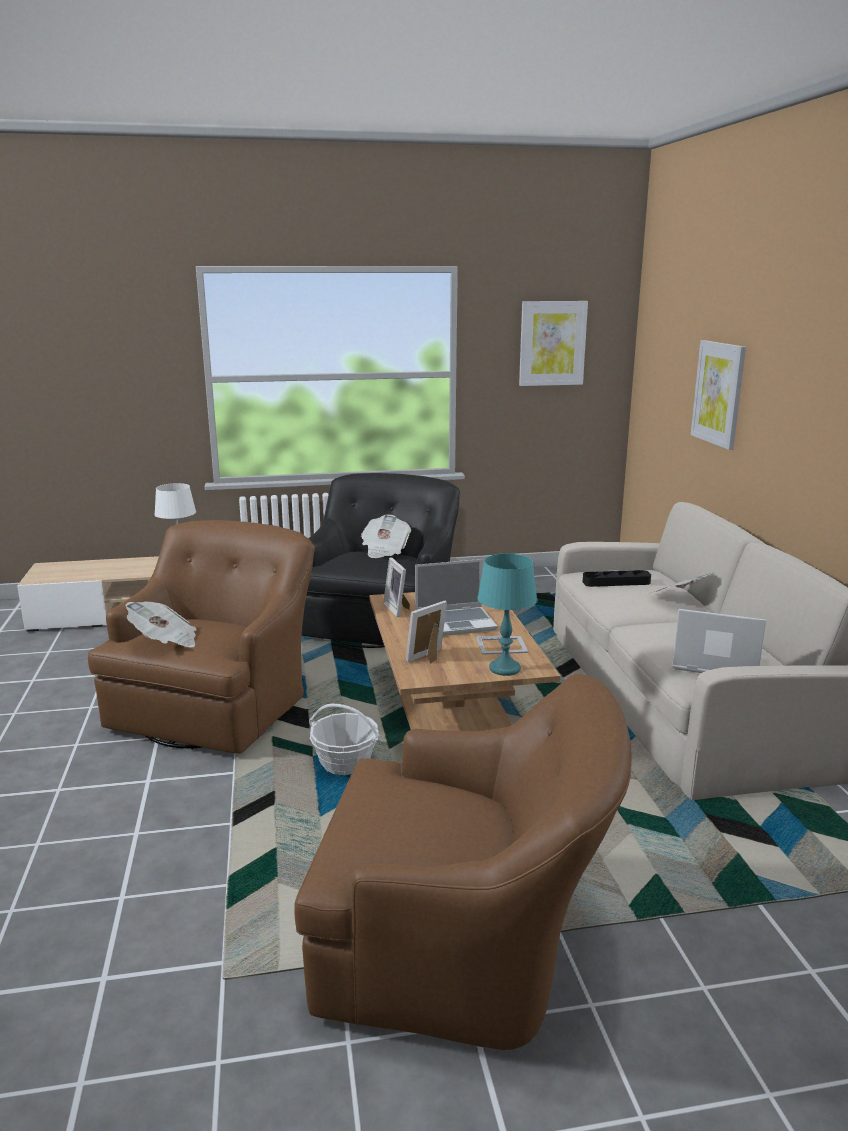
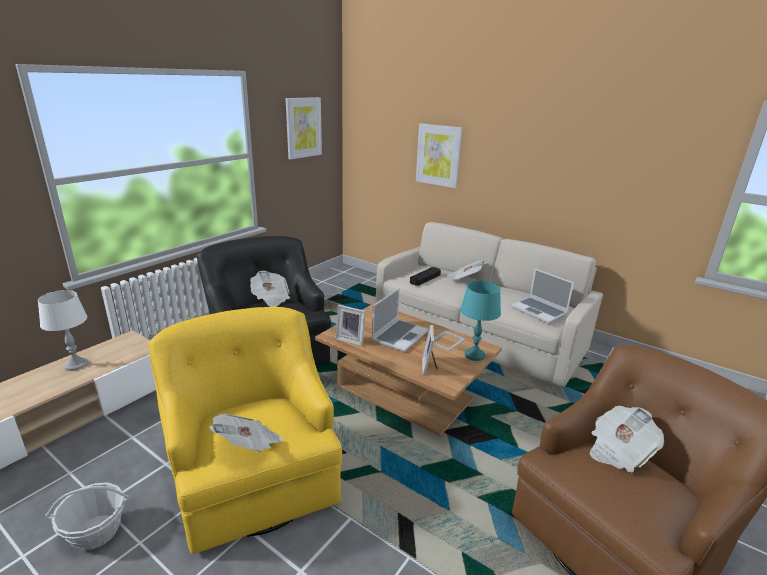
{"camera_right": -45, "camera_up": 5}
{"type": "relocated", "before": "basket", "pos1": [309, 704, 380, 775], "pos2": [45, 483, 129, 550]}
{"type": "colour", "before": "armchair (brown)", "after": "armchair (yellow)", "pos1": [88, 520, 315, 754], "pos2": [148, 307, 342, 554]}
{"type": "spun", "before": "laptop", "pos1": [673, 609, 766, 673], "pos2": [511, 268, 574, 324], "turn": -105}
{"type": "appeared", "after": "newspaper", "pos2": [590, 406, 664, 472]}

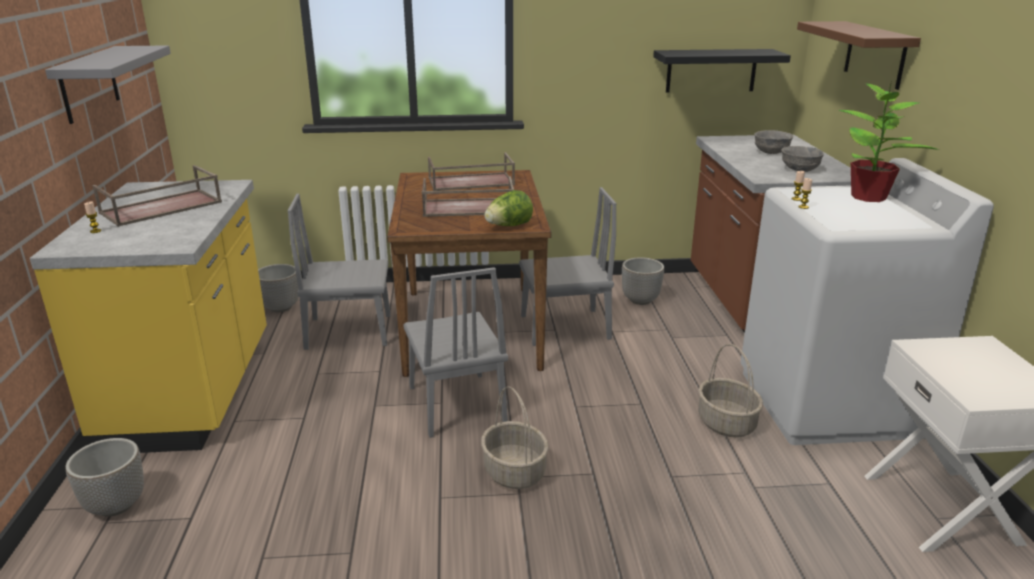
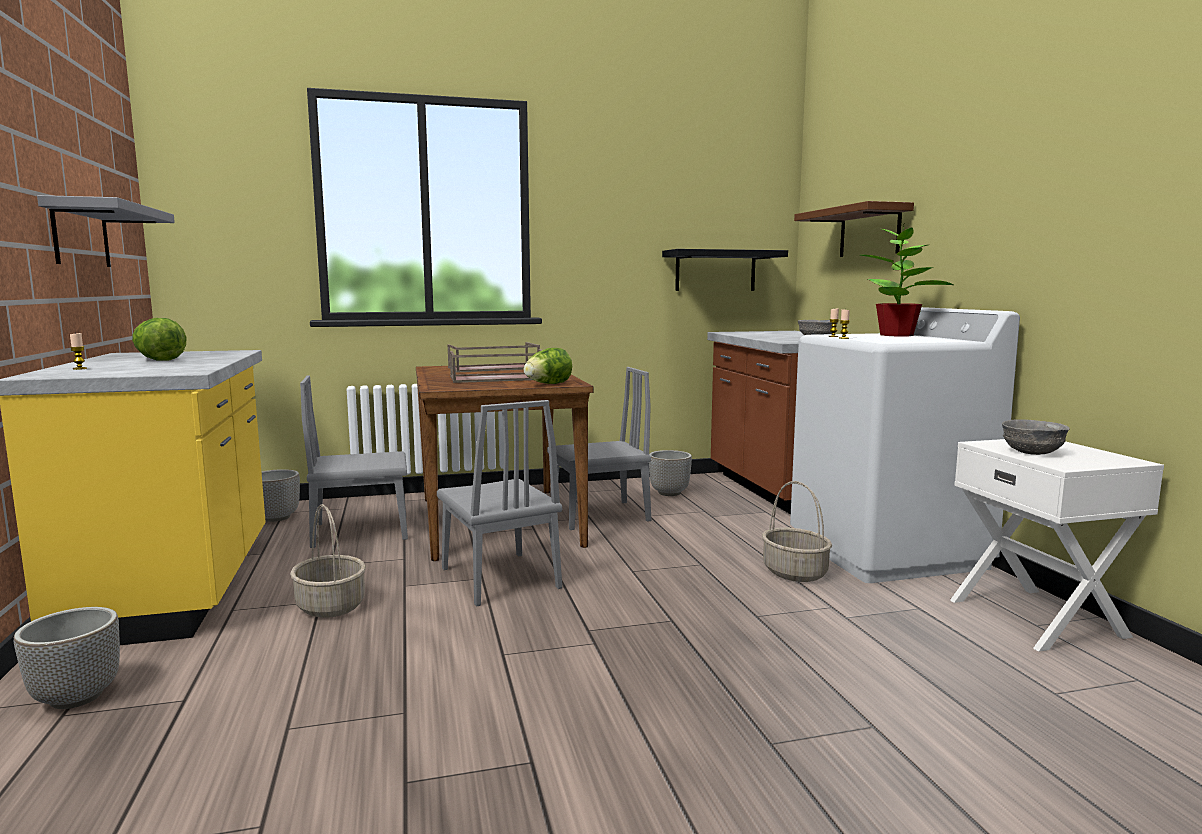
{"camera_right": -10, "camera_up": -15}
{"type": "exchanged", "before": "tray (brown)", "after": "lettuce", "pos1": [92, 165, 222, 227], "pos2": [132, 318, 186, 361]}
{"type": "relocated", "before": "basket", "pos1": [481, 387, 549, 489], "pos2": [290, 504, 366, 618]}
{"type": "relocated", "before": "bowl (grey)", "pos1": [754, 130, 794, 154], "pos2": [1002, 419, 1070, 455]}

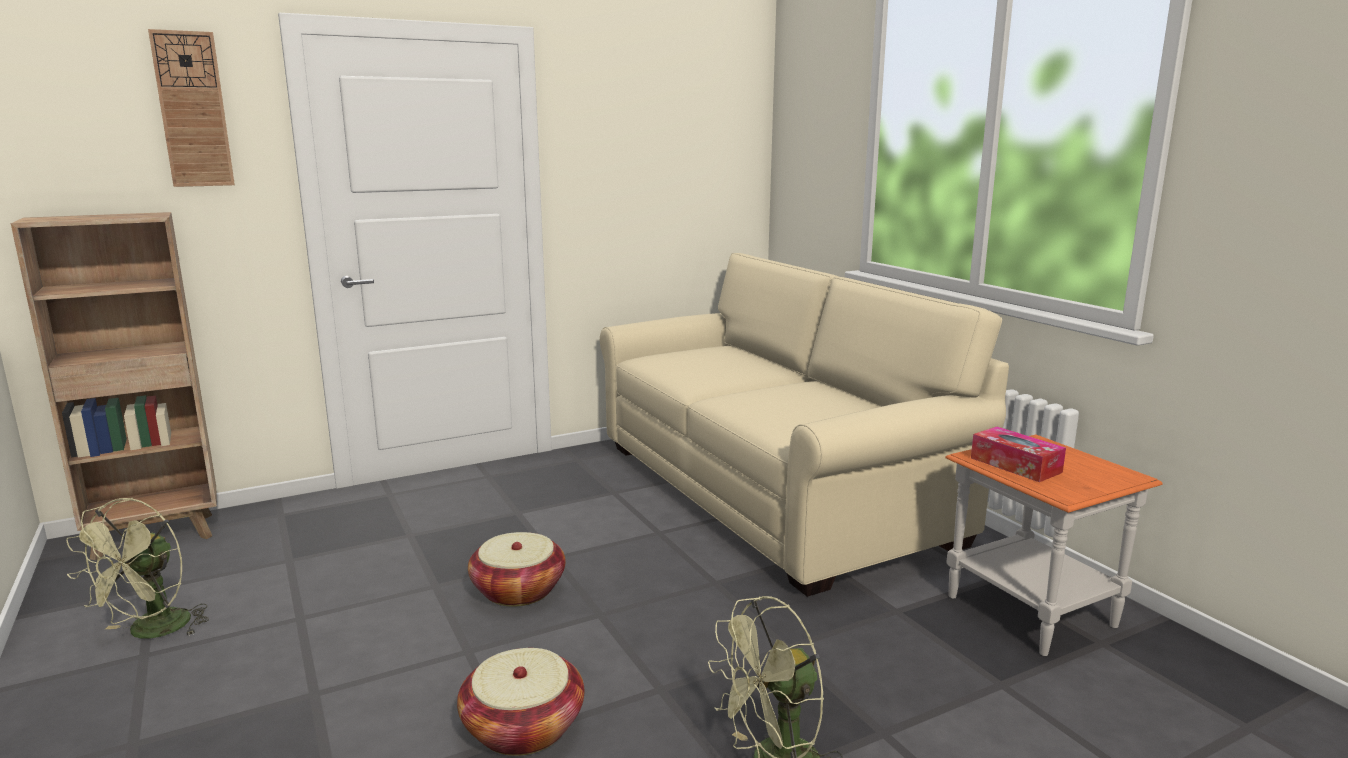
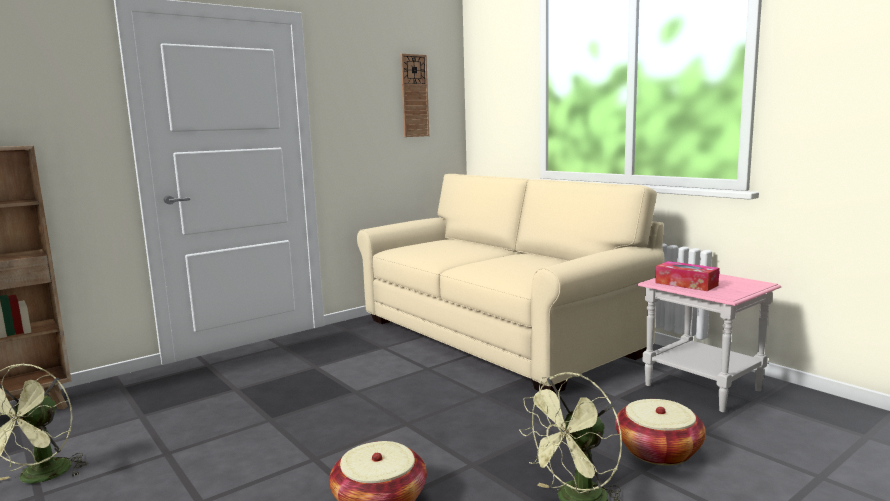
{"camera_right": -10, "camera_up": -5}
{"type": "relocated", "before": "wall clock", "pos1": [148, 29, 235, 187], "pos2": [401, 54, 429, 137]}
{"type": "relocated", "before": "basket", "pos1": [468, 532, 566, 607], "pos2": [615, 399, 706, 466]}
{"type": "colour", "before": "side table (orange)", "after": "side table (pink)", "pos1": [945, 434, 1163, 656], "pos2": [637, 274, 781, 412]}

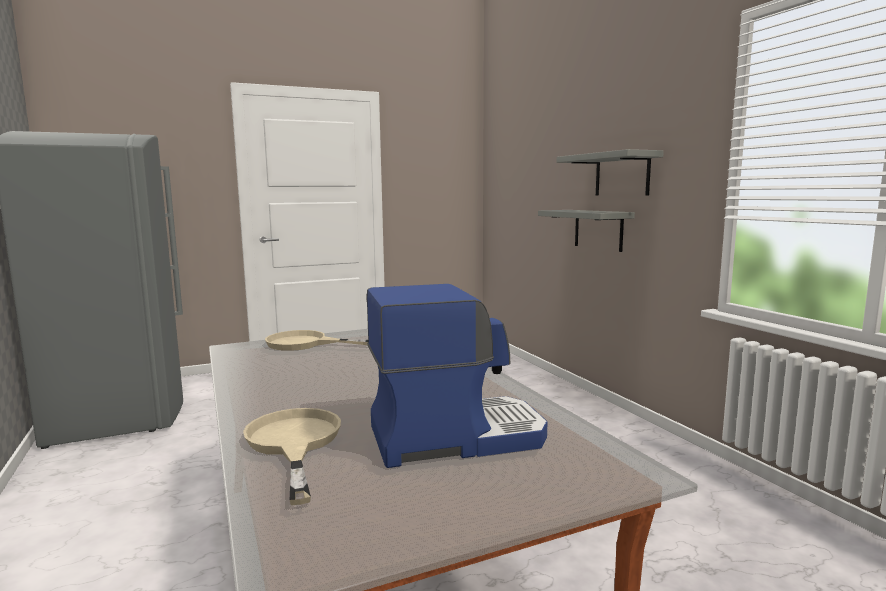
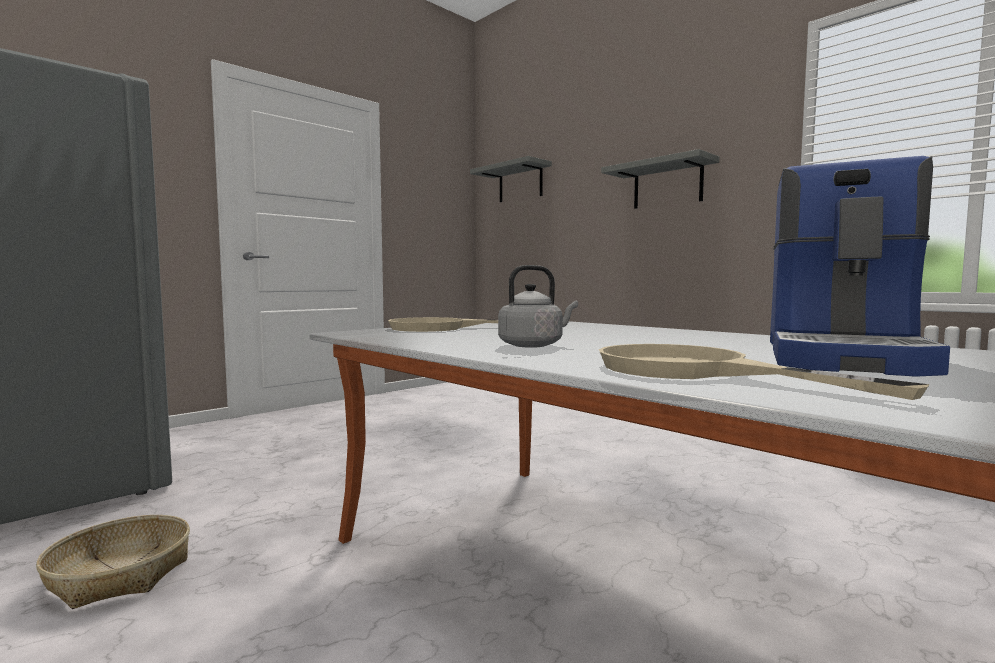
{"camera_right": -20, "camera_up": -5}
{"type": "appeared", "after": "basket", "pos2": [36, 515, 190, 609]}
{"type": "relocated", "before": "shelf (grey)", "pos1": [538, 210, 635, 252], "pos2": [470, 156, 552, 202]}
{"type": "appeared", "after": "kettle (grey)", "pos2": [498, 265, 578, 348]}
{"type": "spun", "before": "coffee machine", "pos1": [367, 284, 547, 468], "pos2": [770, 156, 950, 377], "turn": 150}

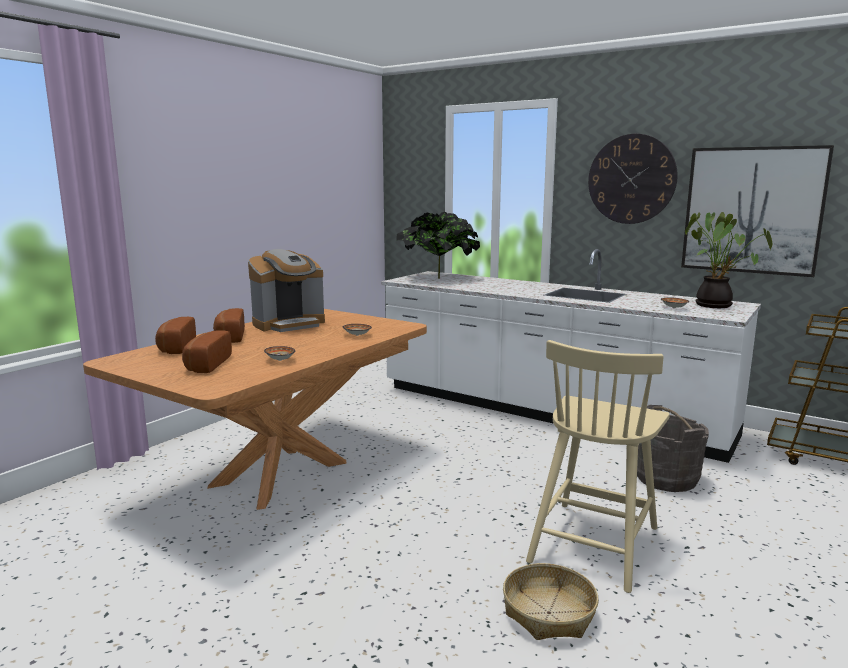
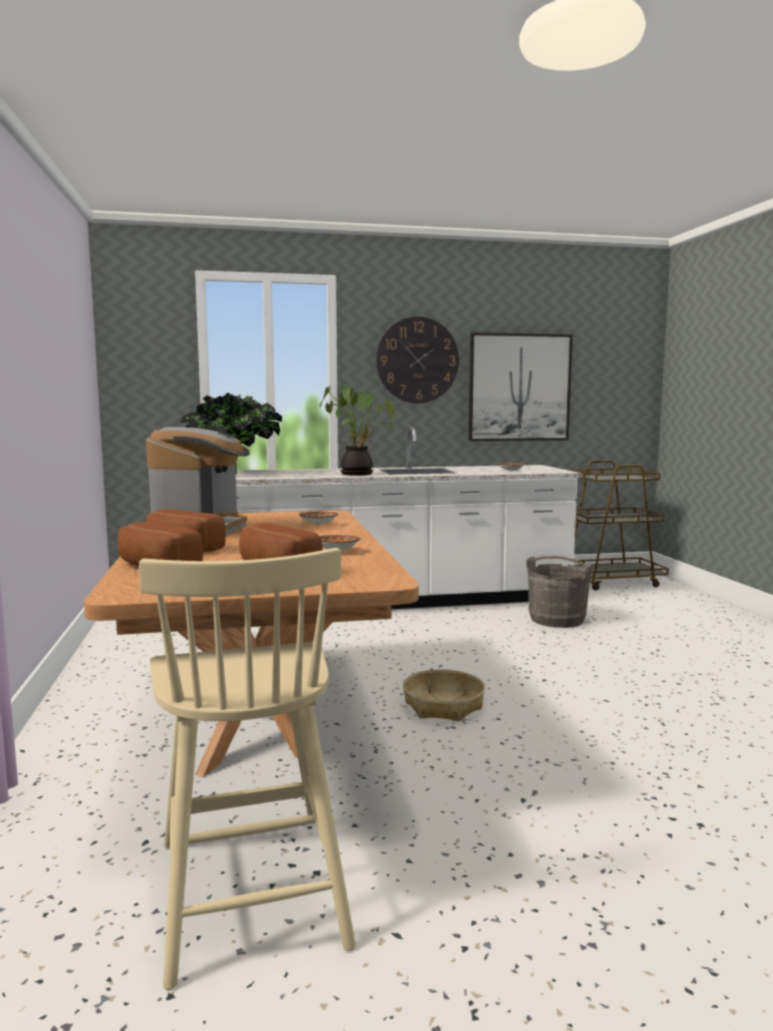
{"camera_right": -45, "camera_up": -5}
{"type": "relocated", "before": "chair (beige)", "pos1": [526, 340, 670, 593], "pos2": [139, 548, 356, 990]}
{"type": "relocated", "before": "potted plant", "pos1": [685, 212, 772, 308], "pos2": [320, 384, 395, 476]}
{"type": "relocated", "before": "basket", "pos1": [503, 563, 599, 640], "pos2": [403, 669, 485, 722]}

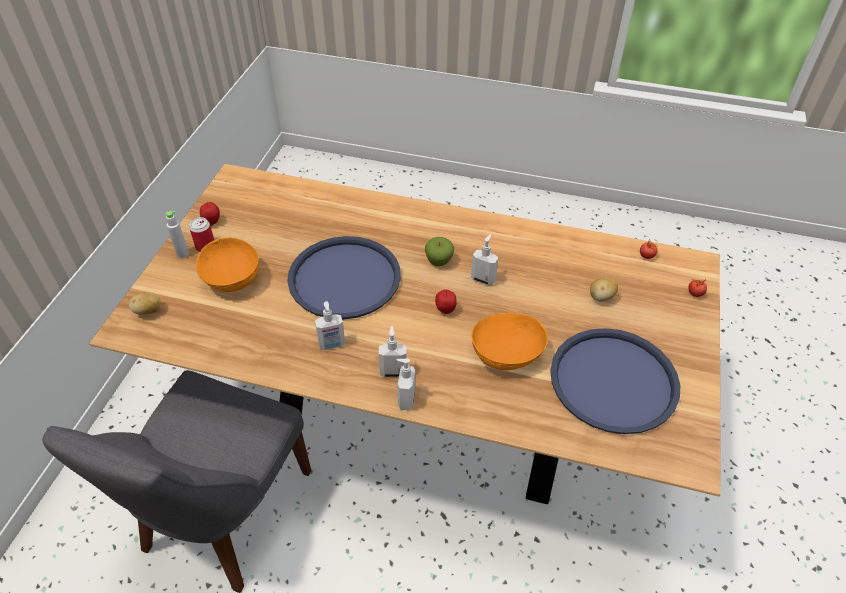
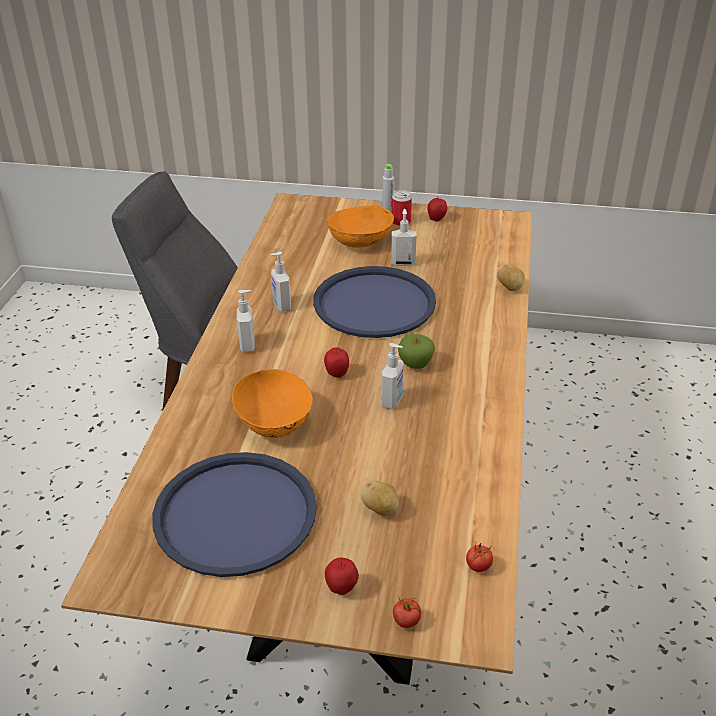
{"camera_right": 85, "camera_up": -10}
{"type": "appeared", "after": "apple", "pos2": [325, 558, 359, 595]}
{"type": "relocated", "before": "soap dispenser", "pos1": [396, 359, 415, 411], "pos2": [391, 209, 416, 266]}
{"type": "relocated", "before": "potato", "pos1": [129, 292, 161, 315], "pos2": [498, 264, 525, 291]}

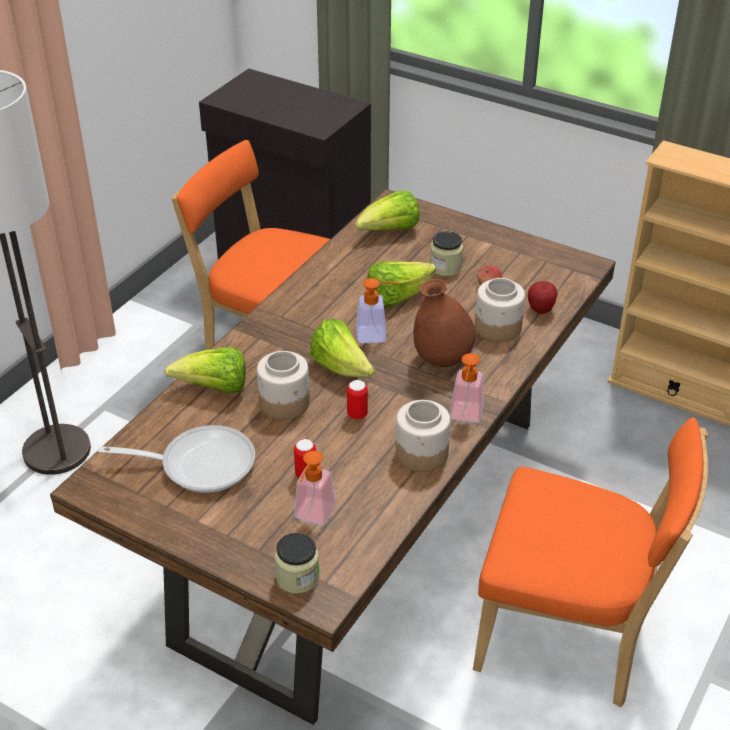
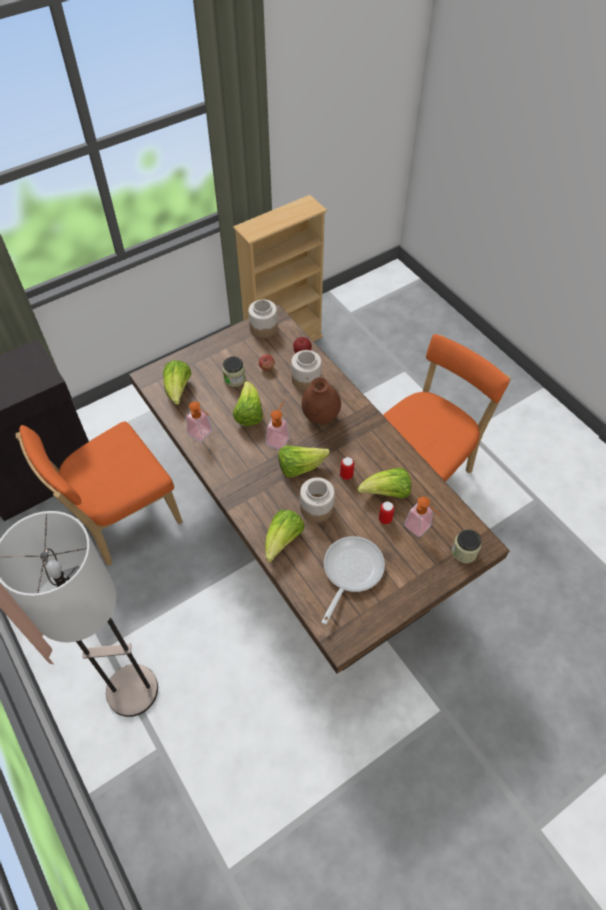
{"camera_right": -65, "camera_up": 15}
{"type": "relocated", "before": "soap dispenser", "pos1": [450, 353, 484, 423], "pos2": [186, 401, 212, 441]}
{"type": "relocated", "before": "jar", "pos1": [396, 400, 450, 472], "pos2": [248, 299, 278, 338]}
{"type": "appeared", "after": "lettuce", "pos2": [357, 468, 411, 498]}

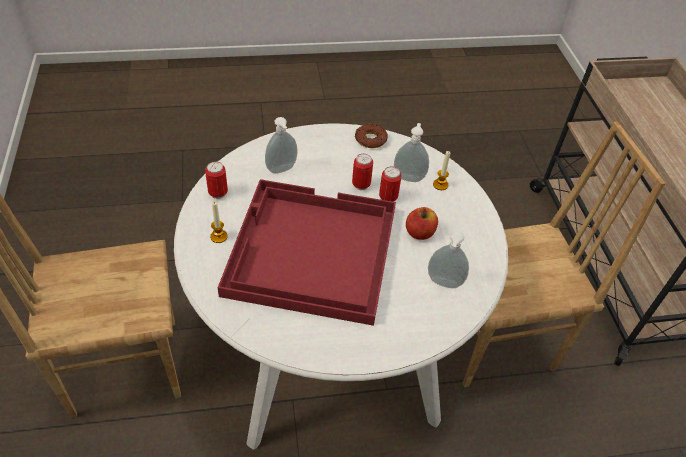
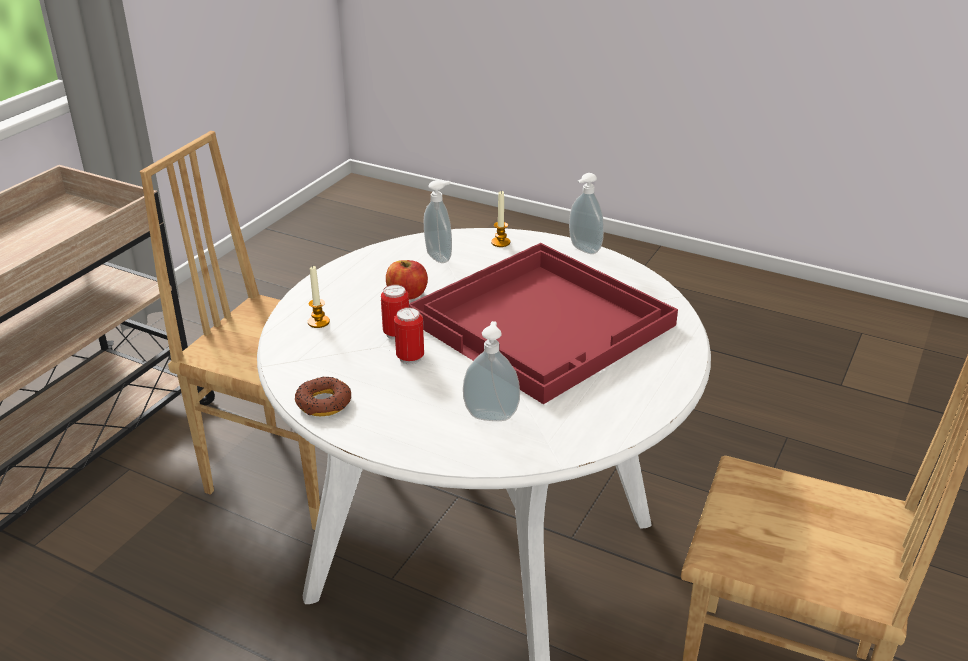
{"camera_right": -140, "camera_up": -15}
{"type": "relocated", "before": "candle", "pos1": [210, 202, 227, 243], "pos2": [491, 191, 510, 247]}
{"type": "relocated", "before": "soap dispenser", "pos1": [394, 123, 429, 182], "pos2": [569, 173, 604, 254]}
{"type": "missing", "before": "can", "pos1": [205, 161, 228, 199]}

